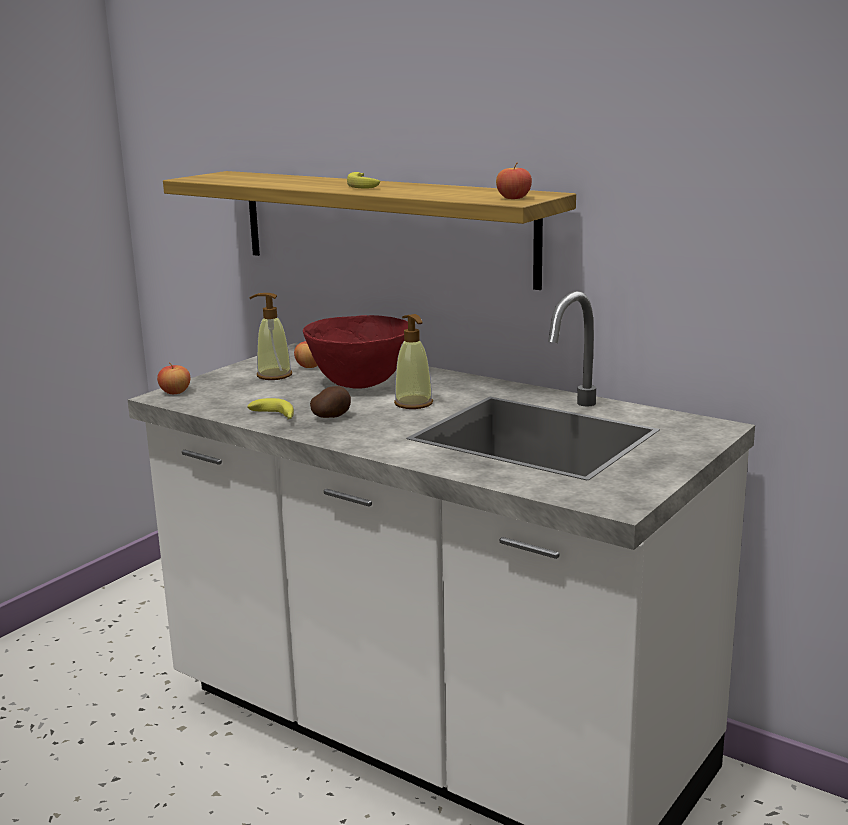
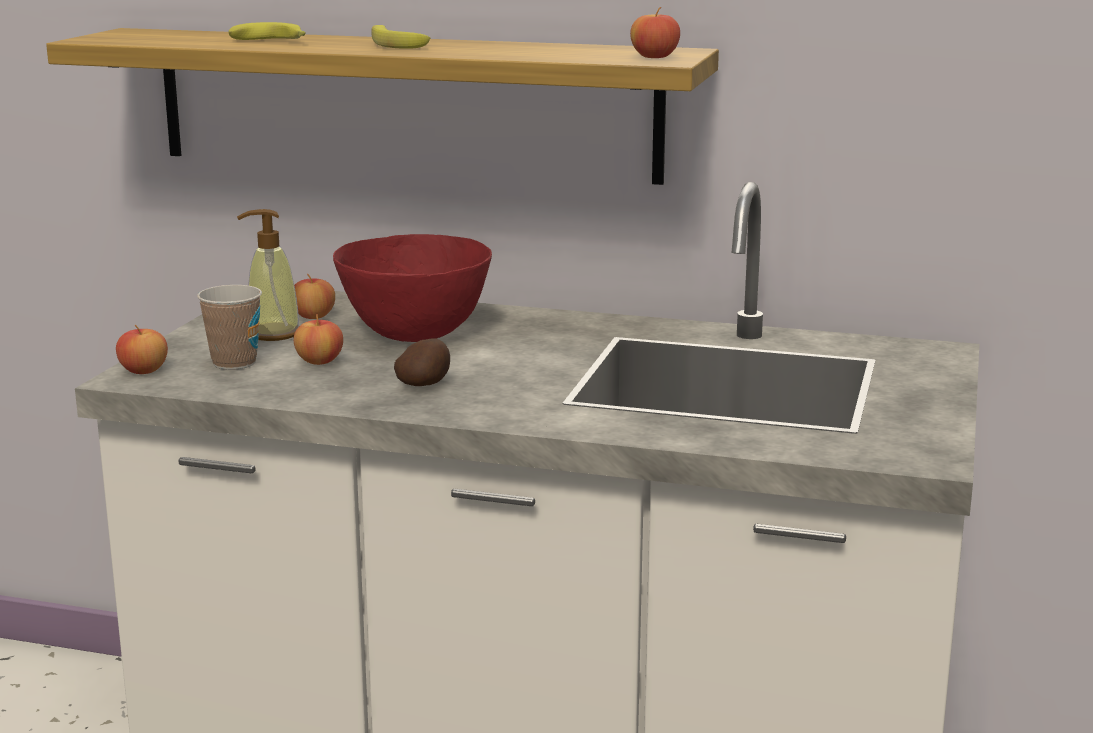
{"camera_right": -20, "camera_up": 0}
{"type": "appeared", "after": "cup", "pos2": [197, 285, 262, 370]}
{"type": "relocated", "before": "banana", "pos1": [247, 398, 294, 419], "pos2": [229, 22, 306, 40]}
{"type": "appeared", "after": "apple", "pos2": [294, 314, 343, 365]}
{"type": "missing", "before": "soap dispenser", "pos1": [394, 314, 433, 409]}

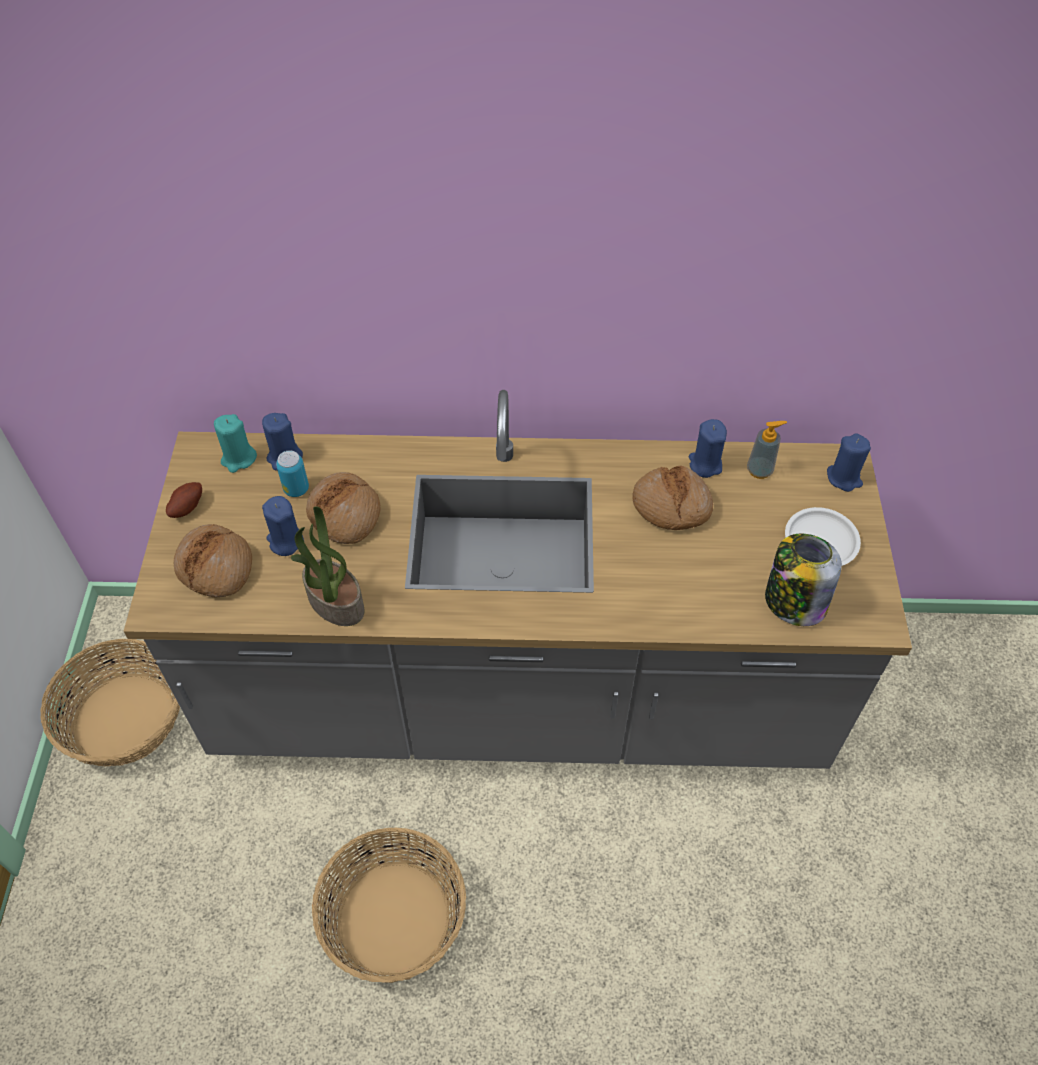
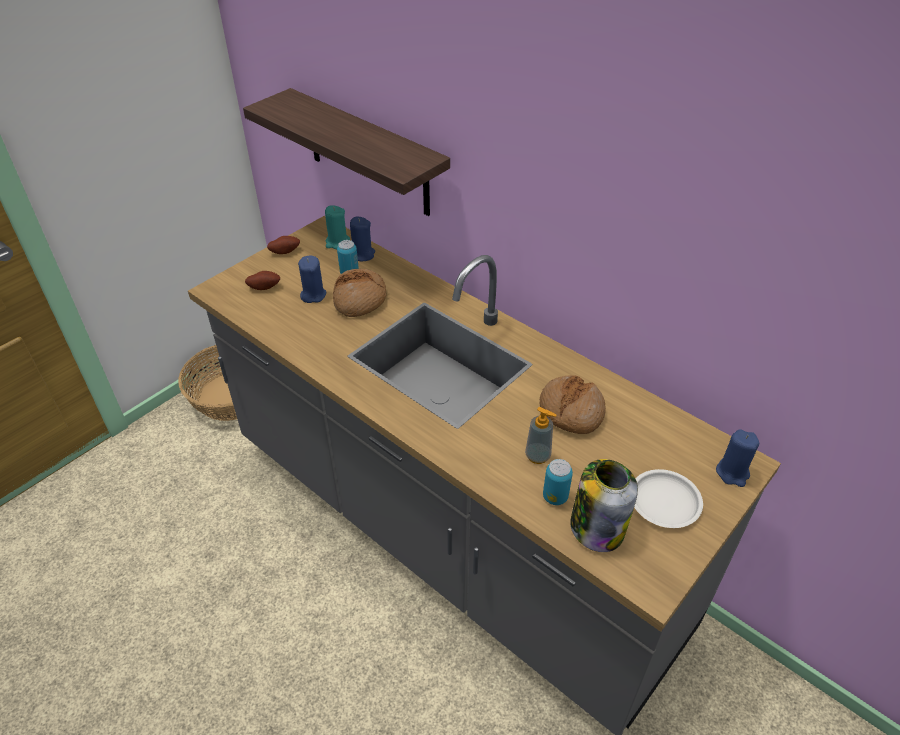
{"camera_right": 40, "camera_up": -10}
{"type": "appeared", "after": "shelf", "pos2": [243, 88, 450, 216]}
{"type": "exchanged", "before": "bread", "after": "potato", "pos1": [174, 524, 252, 597], "pos2": [245, 271, 280, 290]}
{"type": "relocated", "before": "soap dispenser", "pos1": [747, 421, 787, 479], "pos2": [525, 407, 557, 464]}
{"type": "appeared", "after": "can", "pos2": [543, 459, 573, 505]}
{"type": "missing", "before": "potted plant", "pos1": [291, 506, 365, 626]}
{"type": "missing", "before": "basket", "pos1": [312, 828, 466, 983]}
{"type": "missing", "before": "candle (blue)", "pos1": [689, 419, 727, 478]}

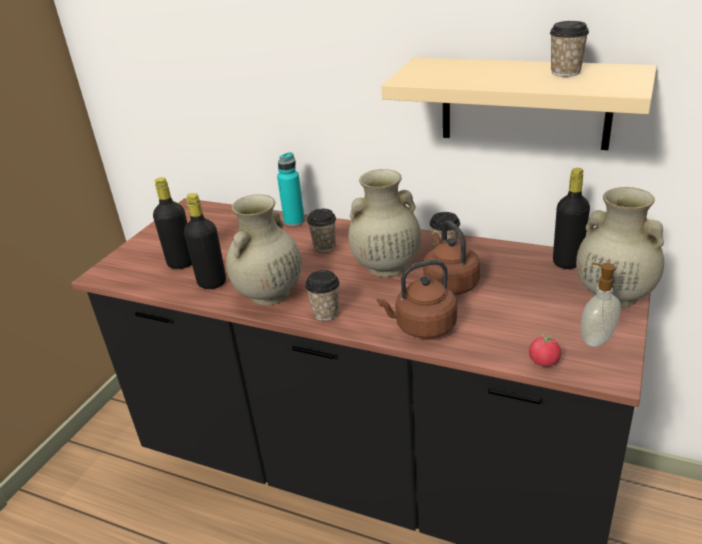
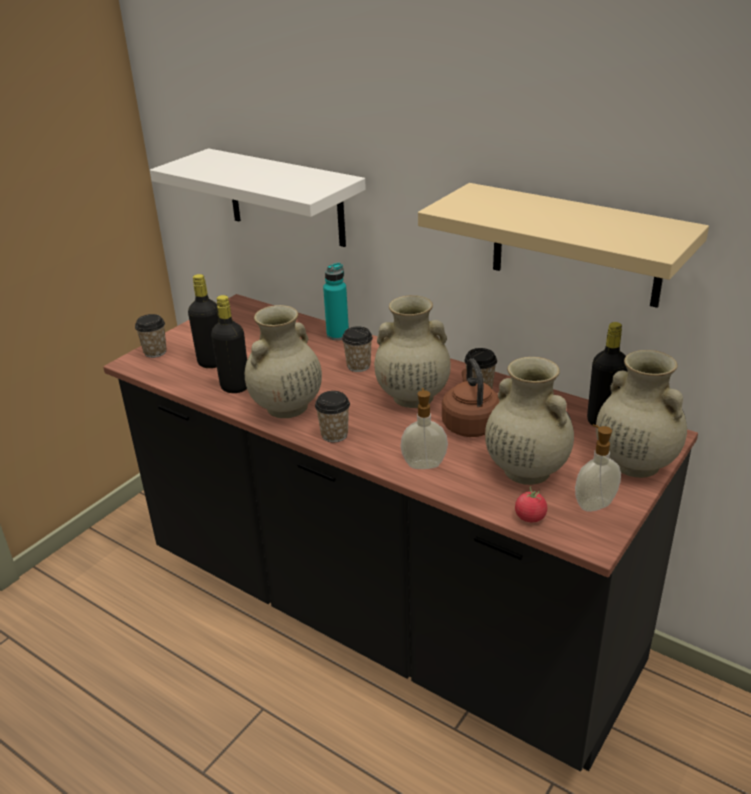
{"camera_right": 10, "camera_up": 0}
{"type": "relocated", "before": "cup", "pos1": [550, 21, 589, 77], "pos2": [135, 314, 167, 358]}
{"type": "appeared", "after": "shelf (white)", "pos2": [150, 148, 366, 247]}
{"type": "exchanged", "before": "kettle (brown)", "after": "soap dispenser", "pos1": [377, 260, 457, 339], "pos2": [400, 388, 448, 469]}
{"type": "appeared", "after": "vase (beige)", "pos2": [485, 357, 574, 485]}

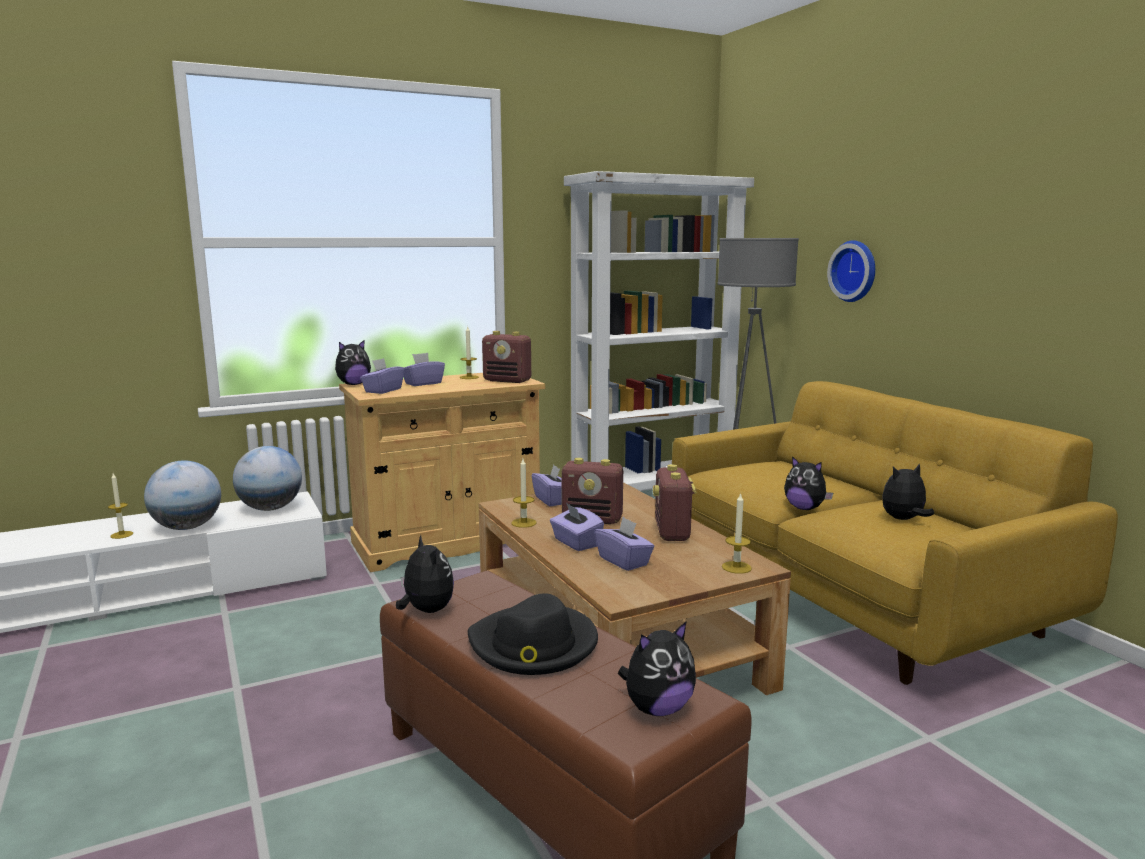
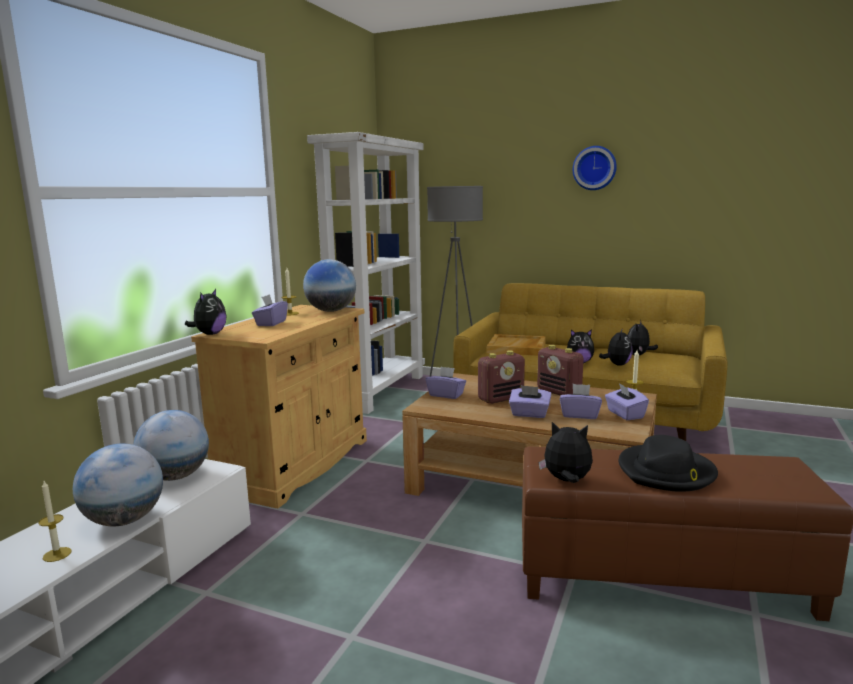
{"camera_right": -40, "camera_up": 0}
{"type": "exchanged", "before": "radio", "after": "globe", "pos1": [482, 331, 531, 383], "pos2": [303, 259, 356, 312]}
{"type": "appeared", "after": "tray (beige)", "pos2": [487, 334, 546, 356]}
{"type": "relocated", "before": "wall clock", "pos1": [827, 240, 875, 302], "pos2": [573, 146, 617, 190]}
{"type": "relocated", "before": "plush toy", "pos1": [618, 621, 696, 716], "pos2": [599, 328, 633, 366]}
{"type": "relocated", "before": "tissue box (purple)", "pos1": [360, 358, 404, 394], "pos2": [605, 383, 649, 420]}
{"type": "missing", "before": "candle", "pos1": [511, 459, 537, 528]}

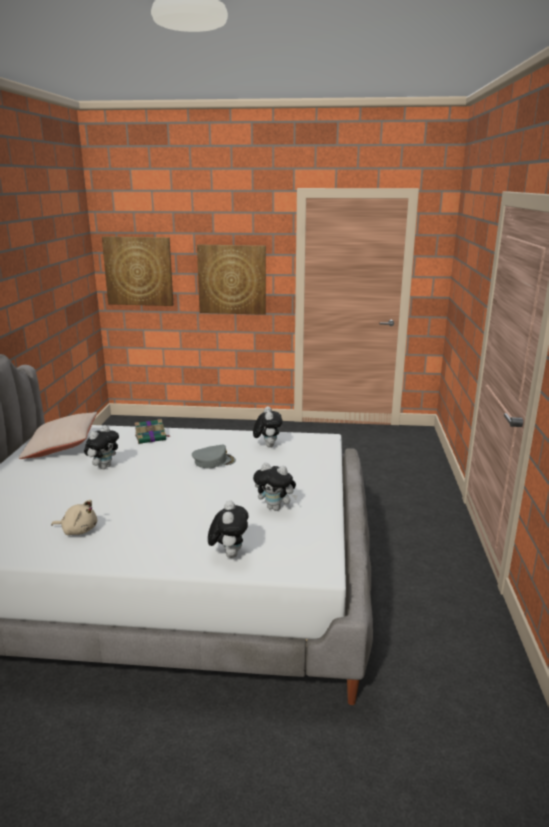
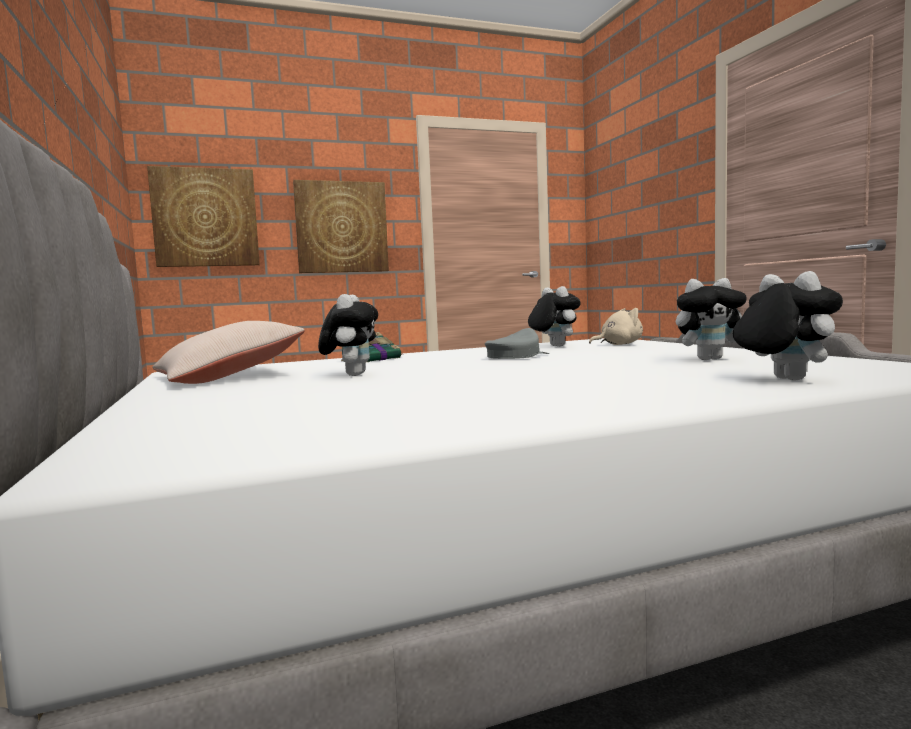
{"camera_right": -25, "camera_up": -15}
{"type": "relocated", "before": "plush toy (beige)", "pos1": [51, 500, 97, 535], "pos2": [589, 308, 643, 345]}

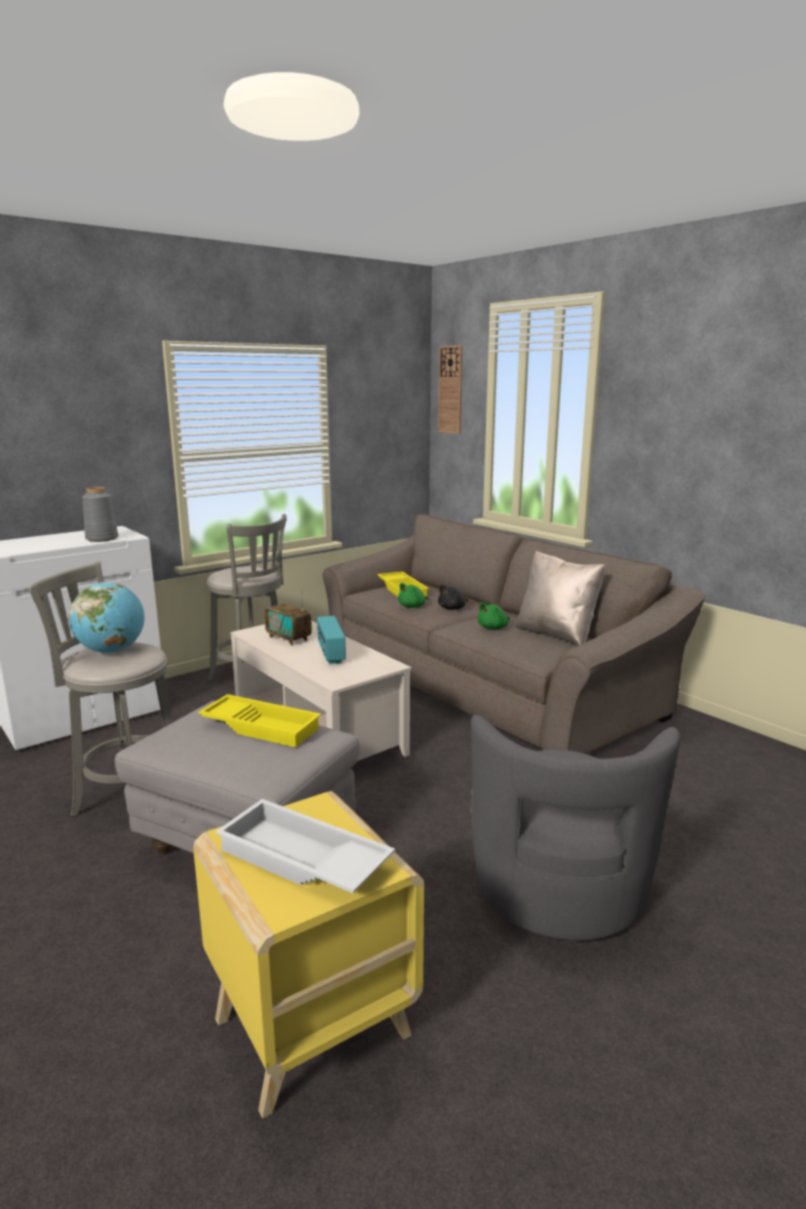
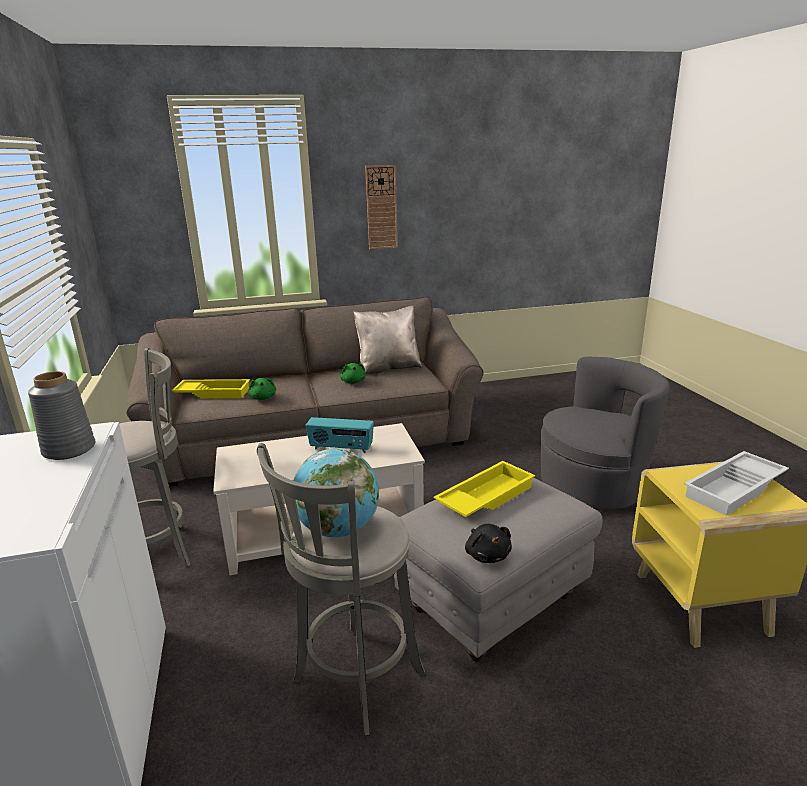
{"camera_right": -65, "camera_up": 5}
{"type": "relocated", "before": "wall clock", "pos1": [438, 345, 463, 434], "pos2": [365, 165, 398, 249]}
{"type": "relocated", "before": "plush toy (black)", "pos1": [438, 585, 468, 610], "pos2": [465, 524, 512, 563]}
{"type": "spun", "before": "armchair (grey)", "pos1": [470, 715, 680, 941], "pos2": [540, 357, 670, 510], "turn": -45}
{"type": "missing", "before": "radio", "pos1": [264, 586, 312, 646]}

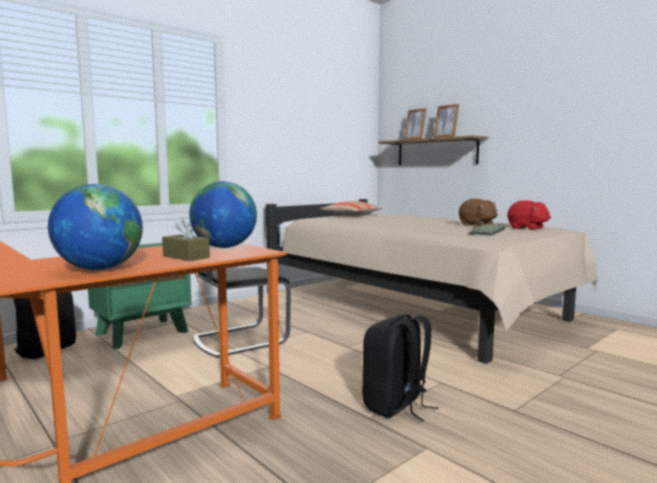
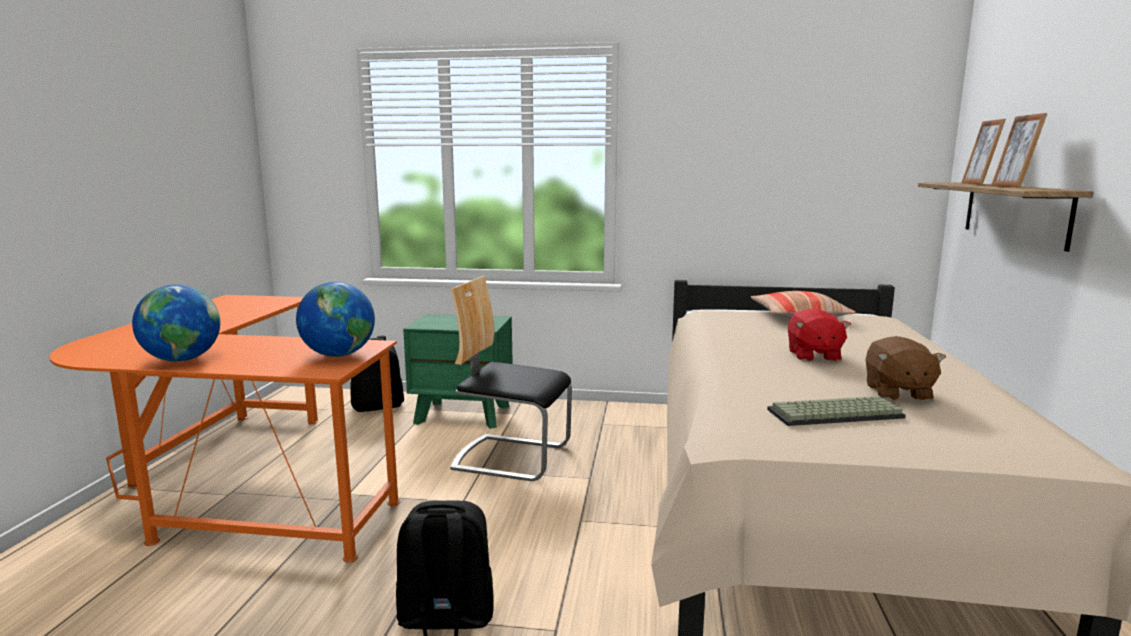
{"camera_right": 50, "camera_up": 5}
{"type": "relocated", "before": "plush toy (red)", "pos1": [507, 200, 551, 230], "pos2": [787, 308, 851, 362]}
{"type": "missing", "before": "tissue box (brown)", "pos1": [162, 218, 210, 261]}

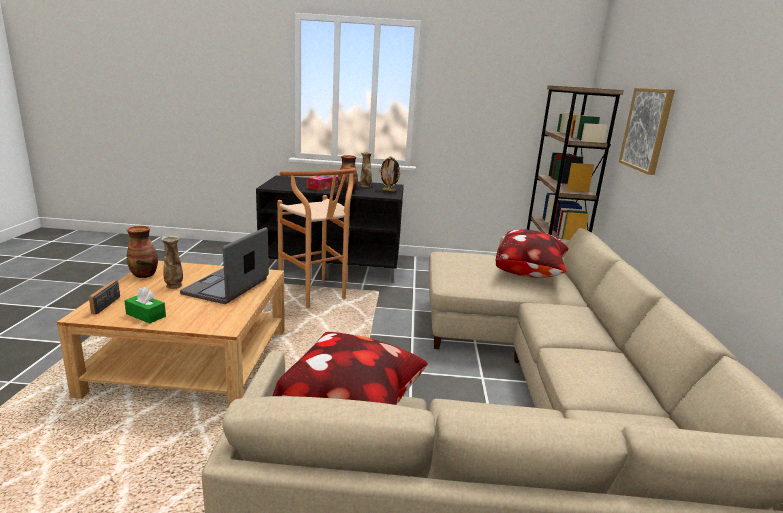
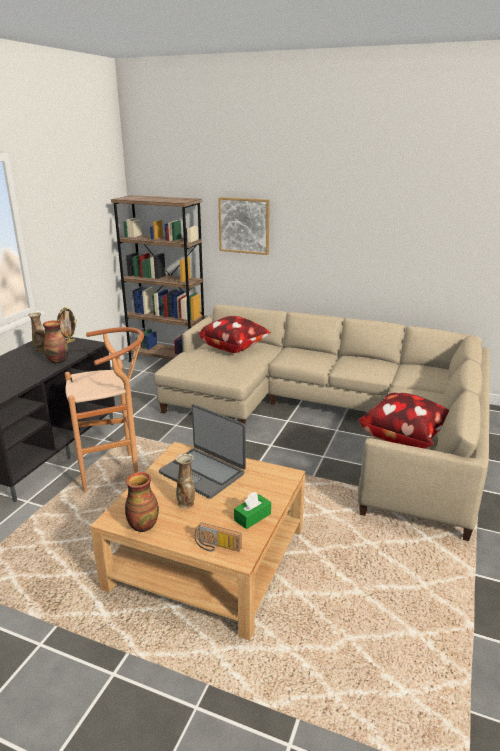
{"camera_right": -70, "camera_up": 5}
{"type": "missing", "before": "tissue box", "pos1": [307, 175, 339, 191]}

